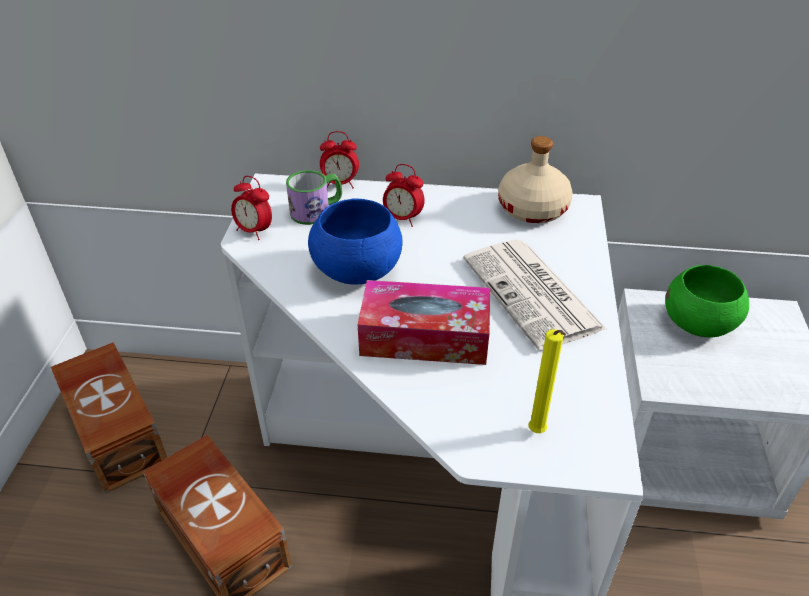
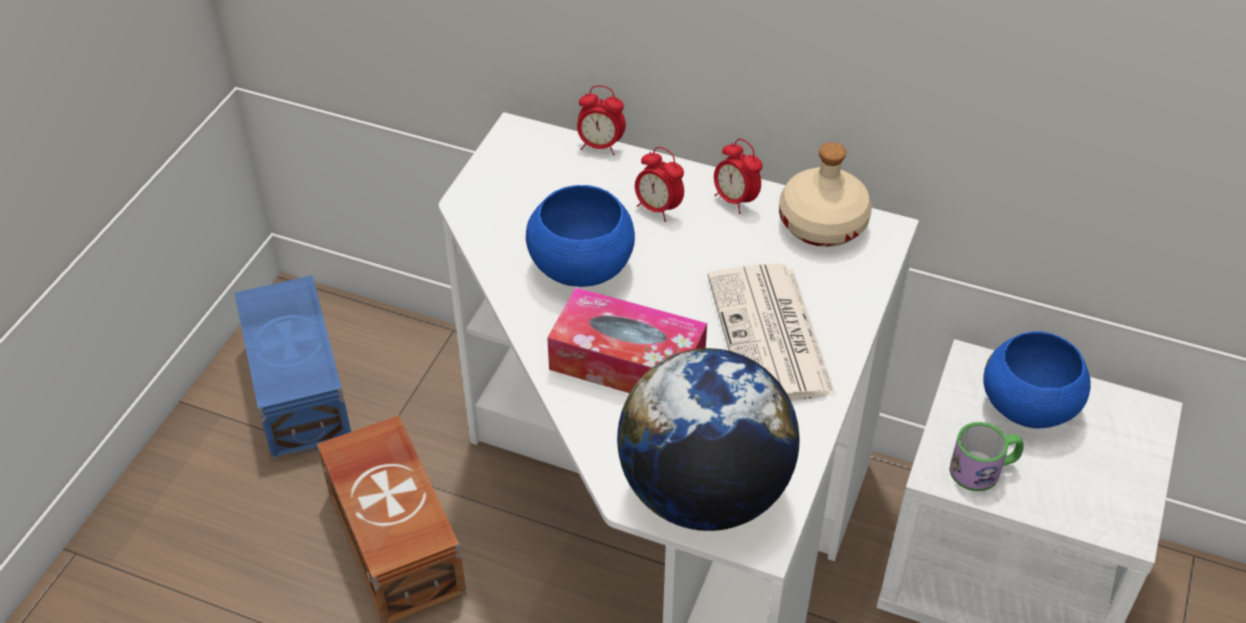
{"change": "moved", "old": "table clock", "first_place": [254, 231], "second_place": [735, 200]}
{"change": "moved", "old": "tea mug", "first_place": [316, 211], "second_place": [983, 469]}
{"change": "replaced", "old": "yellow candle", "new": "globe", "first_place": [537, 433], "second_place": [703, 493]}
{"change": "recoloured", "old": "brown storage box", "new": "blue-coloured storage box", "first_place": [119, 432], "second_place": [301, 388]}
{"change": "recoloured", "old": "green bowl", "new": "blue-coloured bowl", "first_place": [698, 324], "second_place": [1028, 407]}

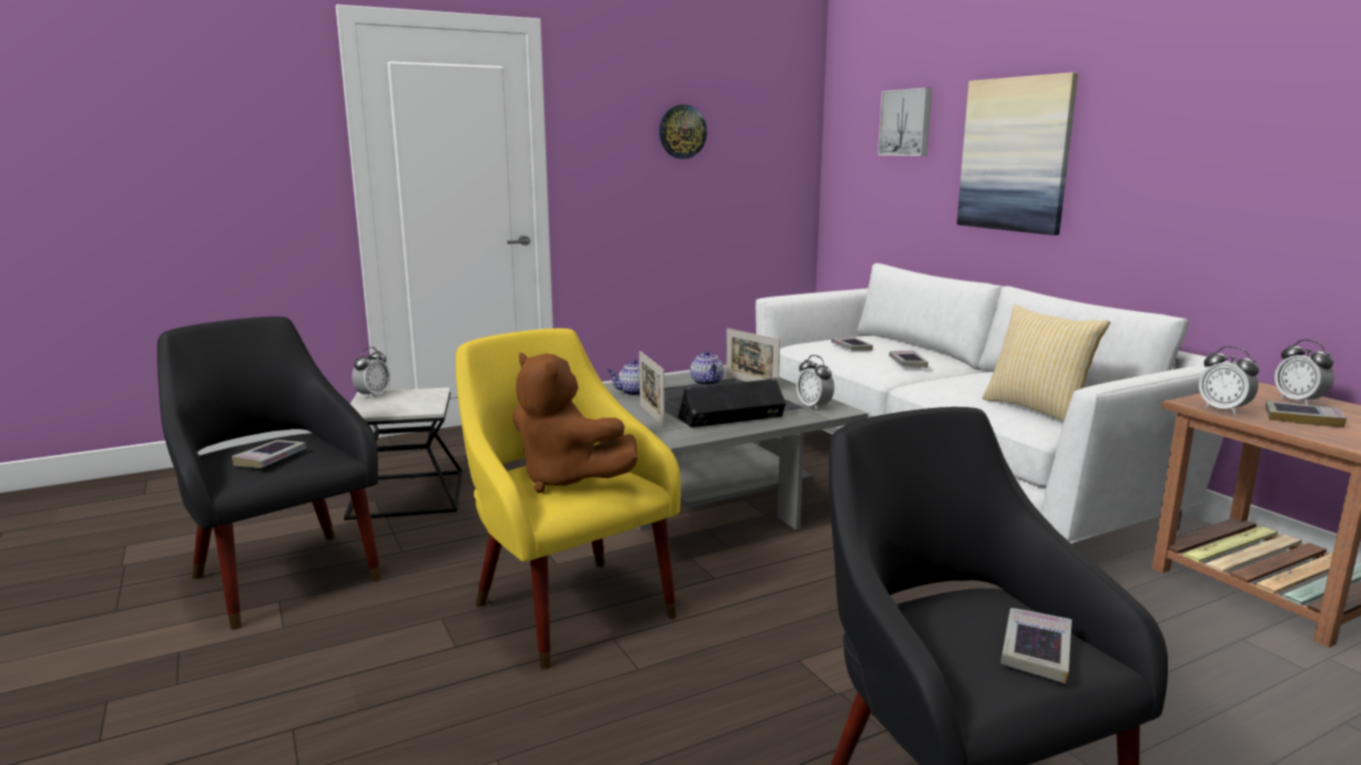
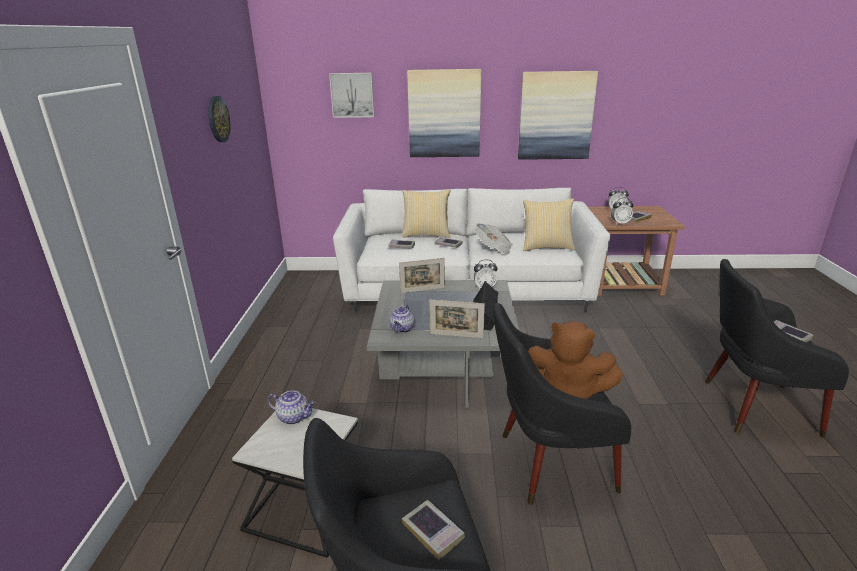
{"change": "removed", "old": "table clock", "first_place": [373, 396]}
{"change": "added", "new": "pillow", "second_place": [426, 235]}
{"change": "added", "new": "daily paper", "second_place": [494, 248]}
{"change": "added", "new": "picture", "second_place": [555, 116]}
{"change": "moved", "old": "pot for tea", "first_place": [707, 383], "second_place": [294, 417]}
{"change": "recoloured", "old": "yellow lounge chair", "new": "blackish lounge chair", "first_place": [568, 603], "second_place": [548, 462]}
{"change": "turned", "old": "brown soft toy", "first_place": [566, 480], "second_place": [568, 391], "degrees": 45}

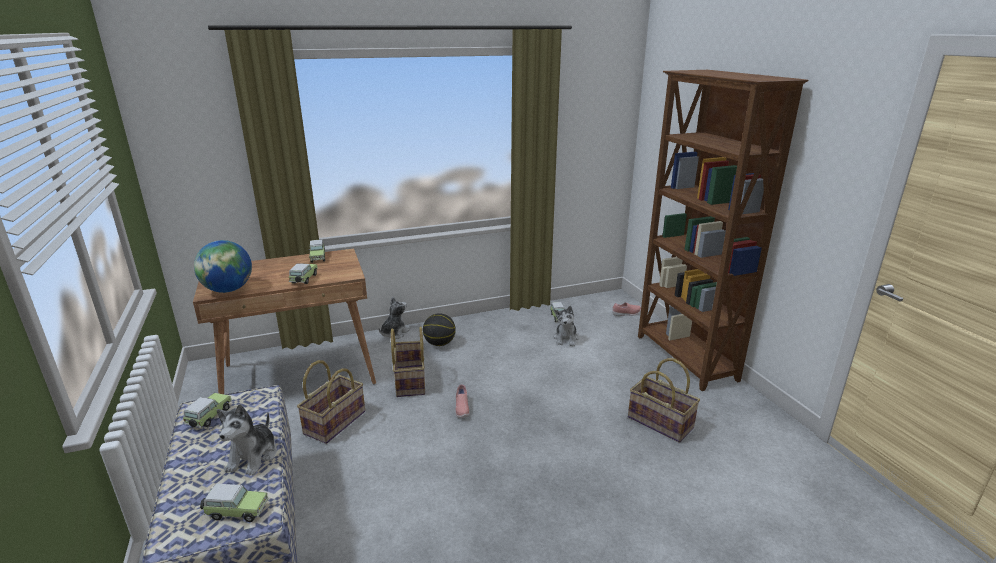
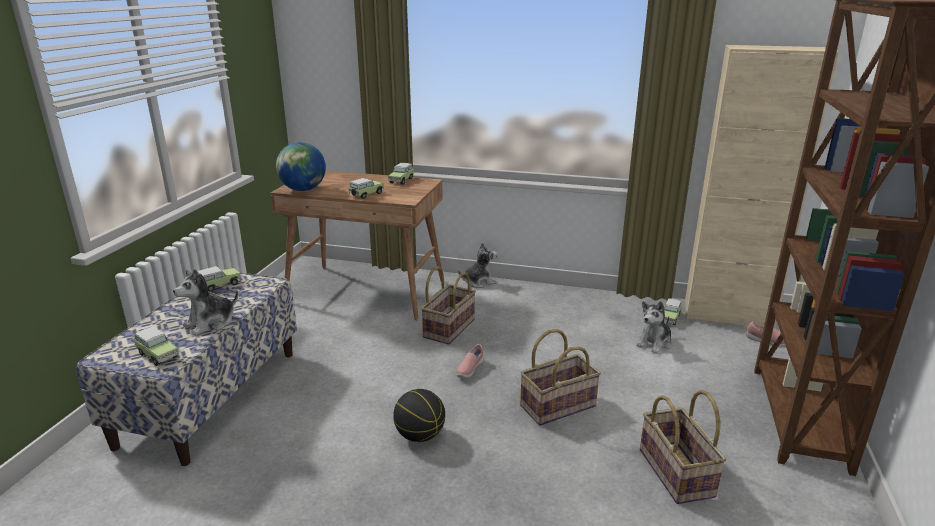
{"change": "added", "new": "beige storage cabinet", "second_place": [728, 315]}
{"change": "moved", "old": "household basket", "first_place": [334, 422], "second_place": [557, 405]}
{"change": "moved", "old": "ball for basketball", "first_place": [439, 343], "second_place": [420, 436]}

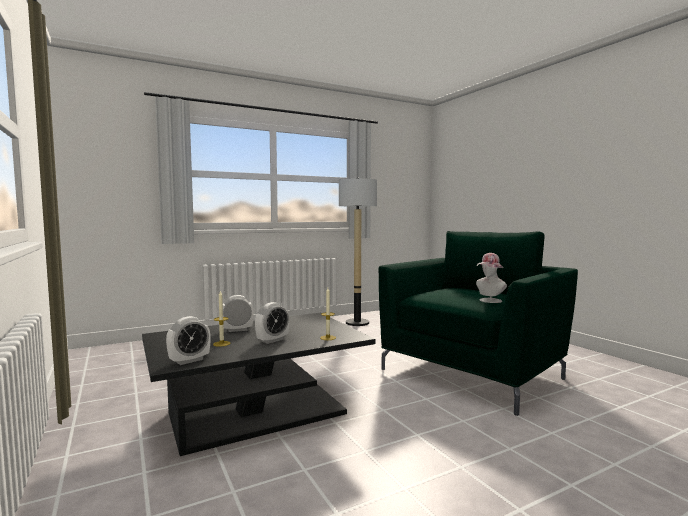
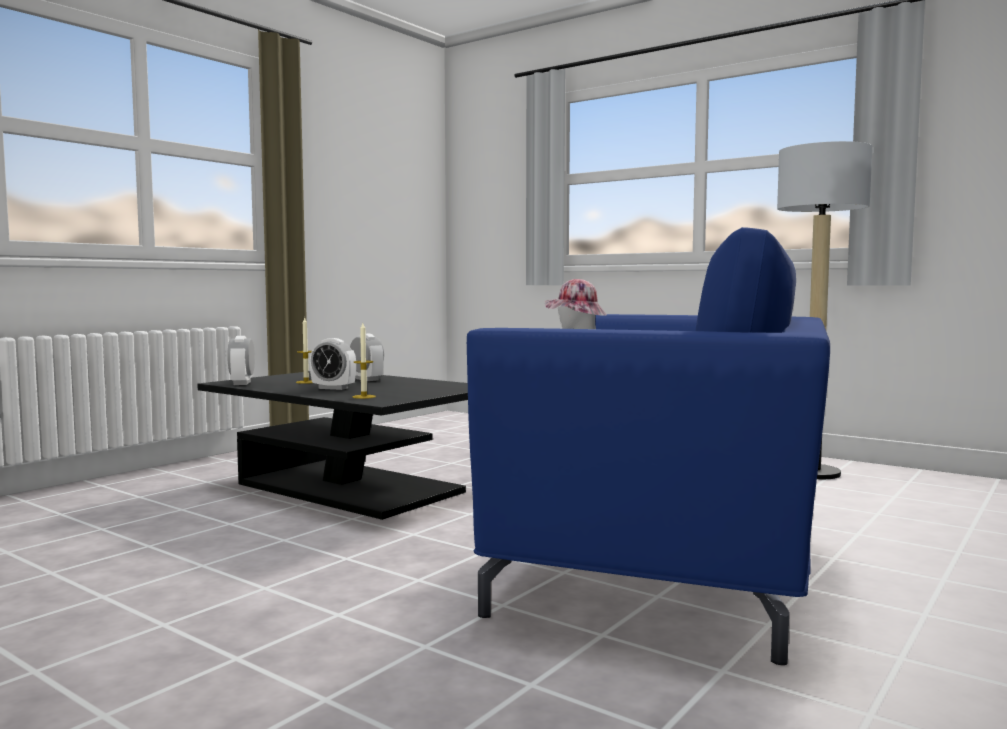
{"change": "recoloured", "old": "green lounge chair", "new": "blue-coloured lounge chair", "first_place": [473, 373], "second_place": [664, 573]}
{"change": "turned", "old": "table clock", "first_place": [189, 360], "second_place": [242, 383], "degrees": 60}

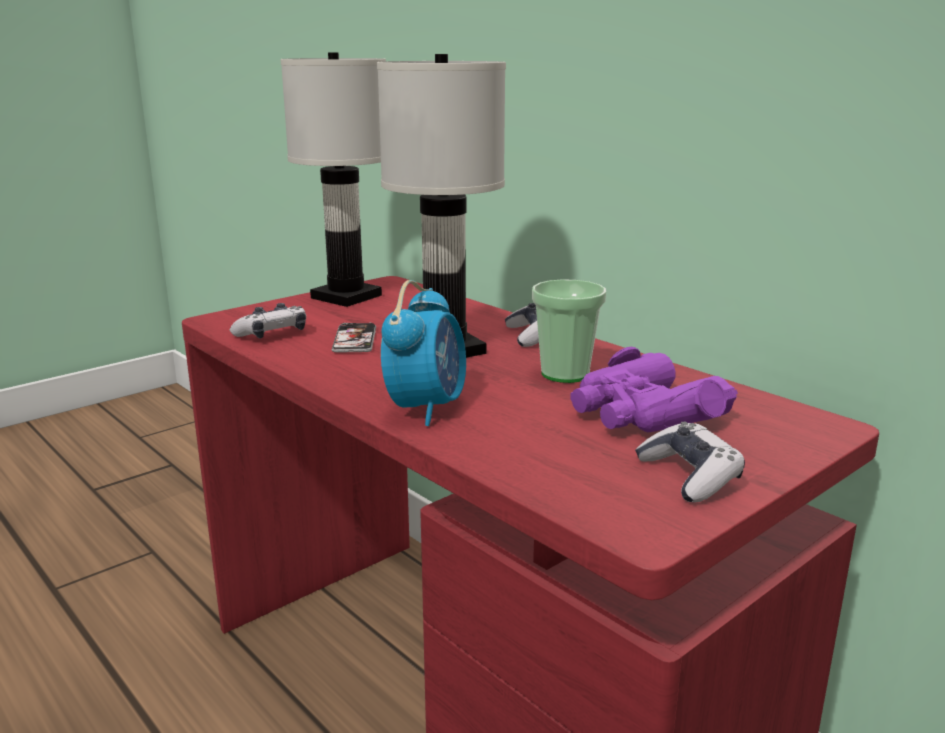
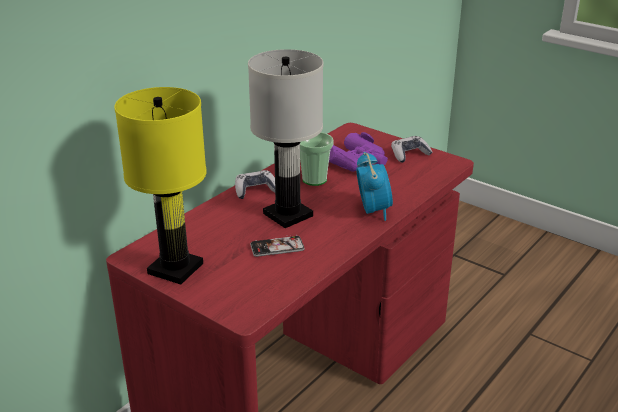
{"change": "removed", "old": "game controller", "first_place": [272, 334]}
{"change": "recoloured", "old": "white-coloured tabletop lamp", "new": "yellow tabletop lamp", "first_place": [346, 296], "second_place": [174, 269]}
{"change": "turned", "old": "table clock", "first_place": [427, 408], "second_place": [373, 210], "degrees": 75}

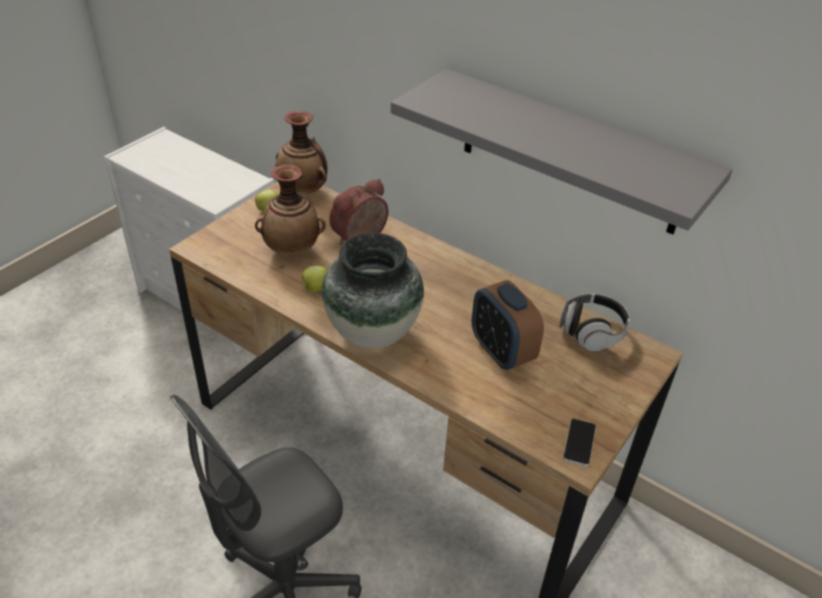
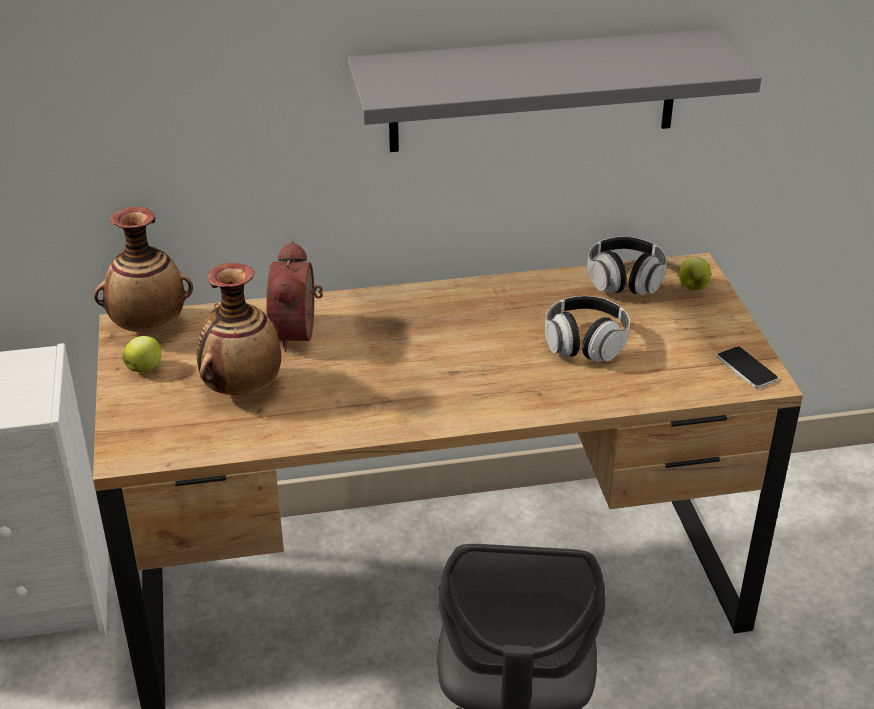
{"change": "removed", "old": "vase", "first_place": [373, 333]}
{"change": "moved", "old": "whole apple", "first_place": [315, 288], "second_place": [692, 287]}
{"change": "replaced", "old": "table clock", "new": "headphones", "first_place": [501, 352], "second_place": [585, 343]}

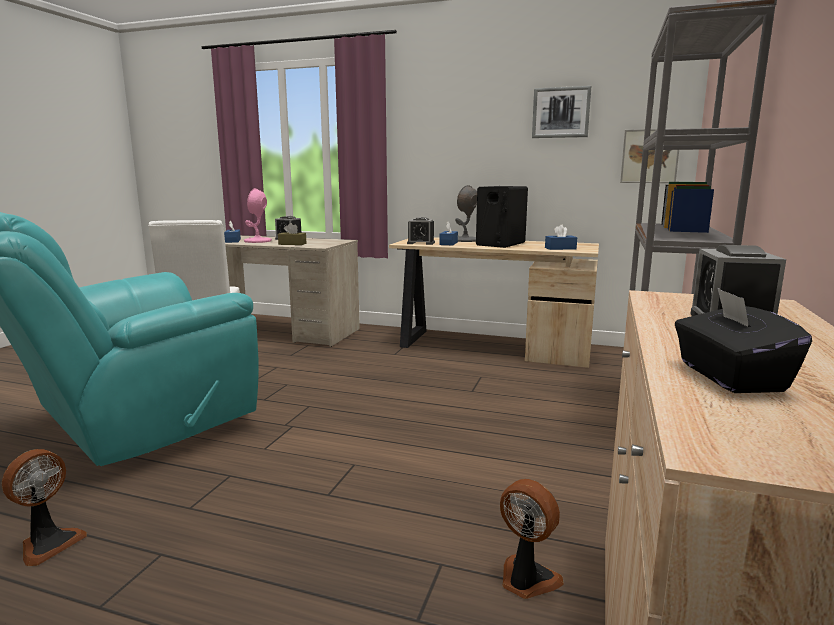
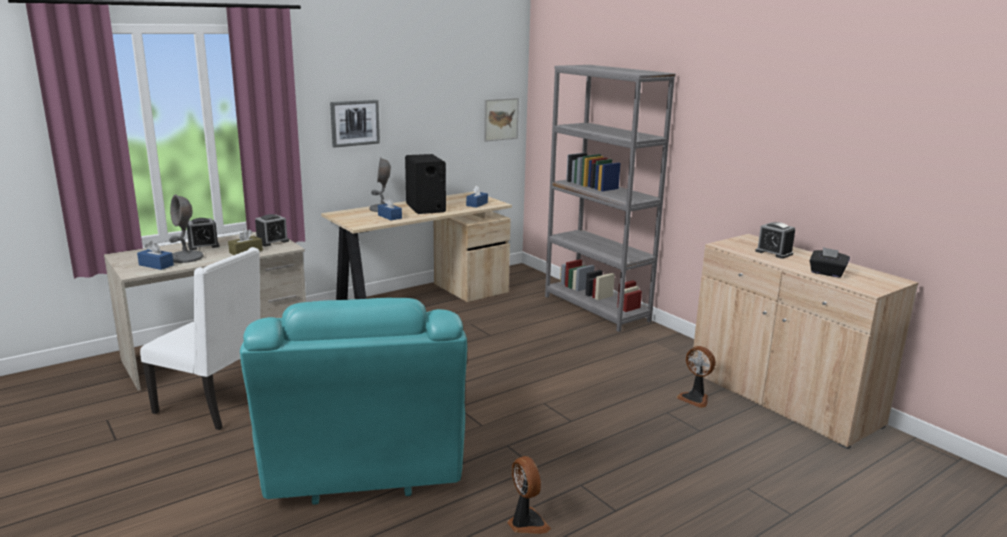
{"change": "moved", "old": "table clock", "first_place": [421, 243], "second_place": [272, 241]}
{"change": "moved", "old": "picture", "first_place": [561, 112], "second_place": [354, 123]}
{"change": "recoloured", "old": "pink-coloured tabletop lamp", "new": "grey tabletop lamp", "first_place": [257, 241], "second_place": [186, 257]}
{"change": "turned", "old": "fan", "first_place": [526, 580], "second_place": [695, 398], "degrees": -120}

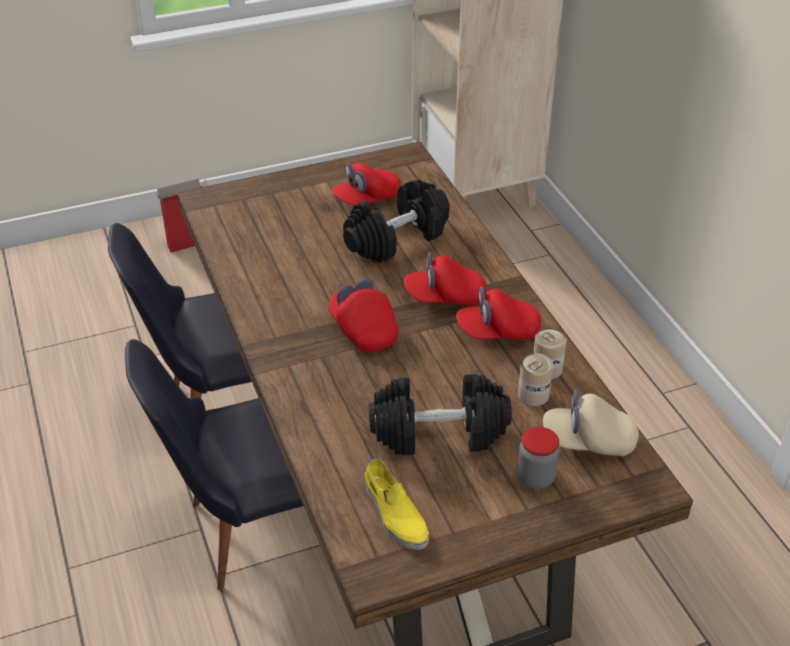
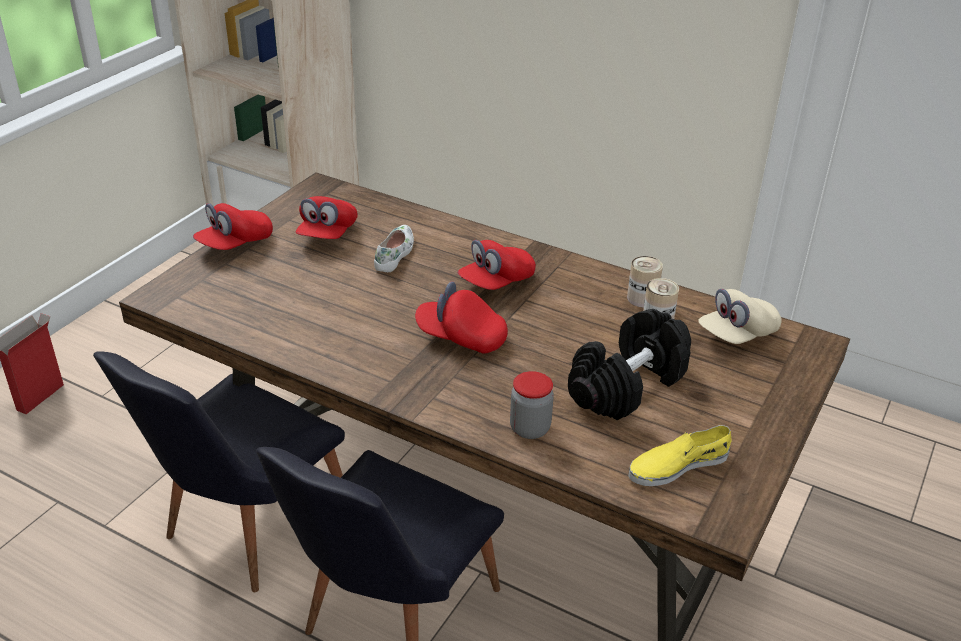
{"change": "moved", "old": "reddish peaked cap", "first_place": [497, 332], "second_place": [235, 244]}
{"change": "moved", "old": "jar", "first_place": [535, 478], "second_place": [530, 428]}
{"change": "replaced", "old": "blackish hand weight", "new": "white-coloured item of footwear", "first_place": [396, 238], "second_place": [395, 254]}
{"change": "turned", "old": "yellow item of footwear", "first_place": [395, 514], "second_place": [677, 465], "degrees": 135}

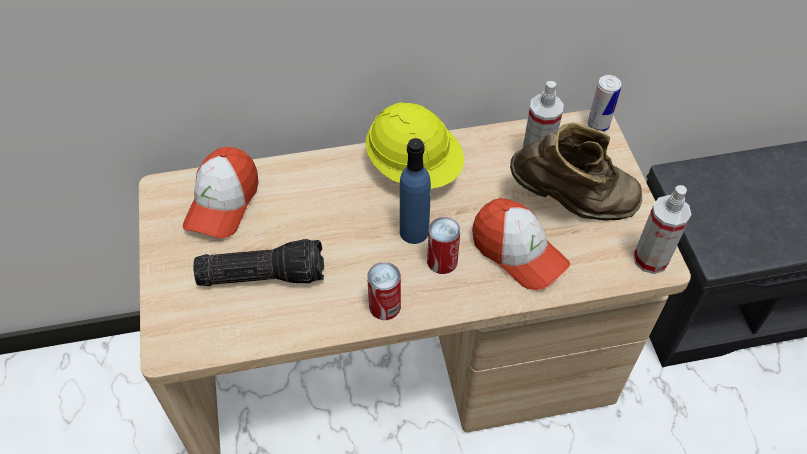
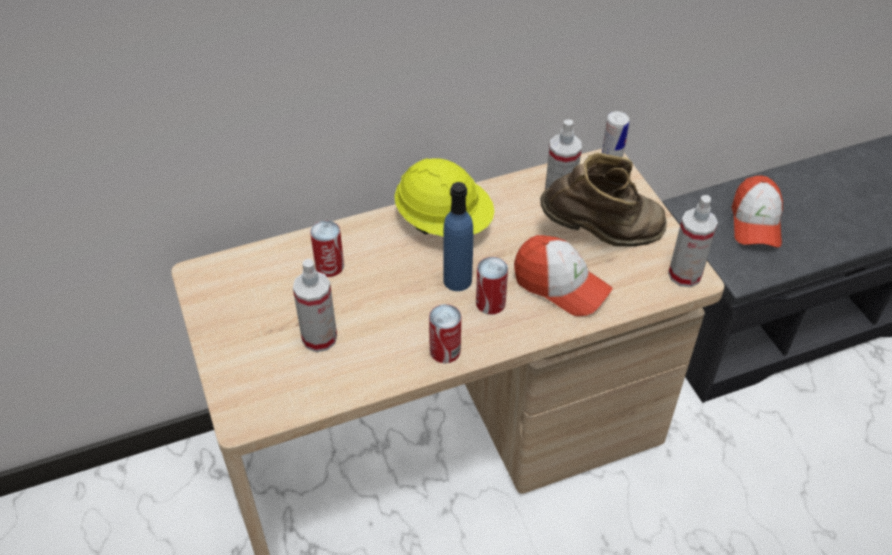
{"change": "added", "new": "can", "second_place": [329, 266]}
{"change": "moved", "old": "peaked cap", "first_place": [223, 203], "second_place": [755, 223]}
{"change": "replaced", "old": "hand torch", "new": "sprayer", "first_place": [263, 274], "second_place": [319, 338]}

